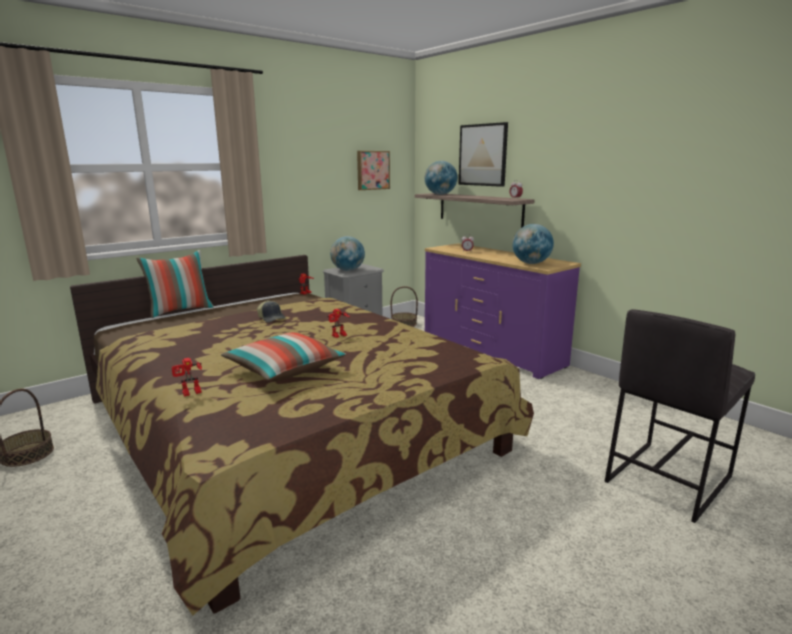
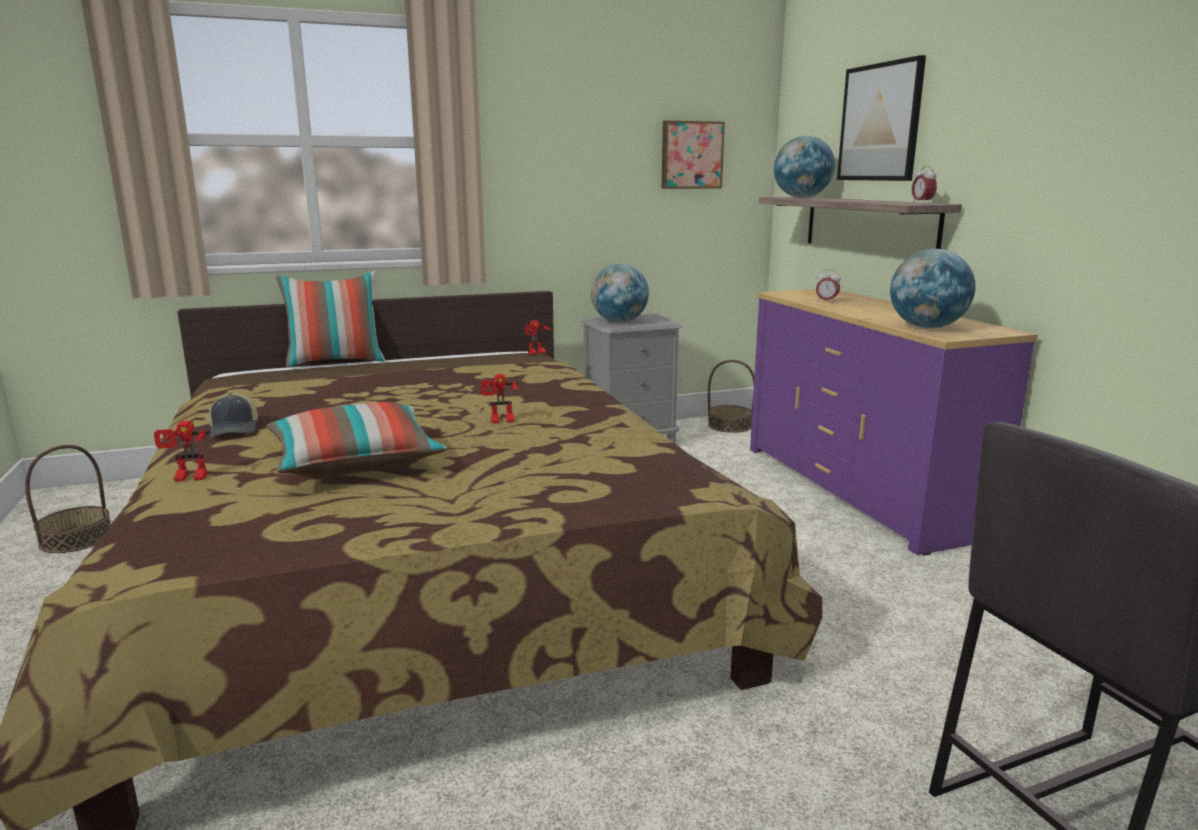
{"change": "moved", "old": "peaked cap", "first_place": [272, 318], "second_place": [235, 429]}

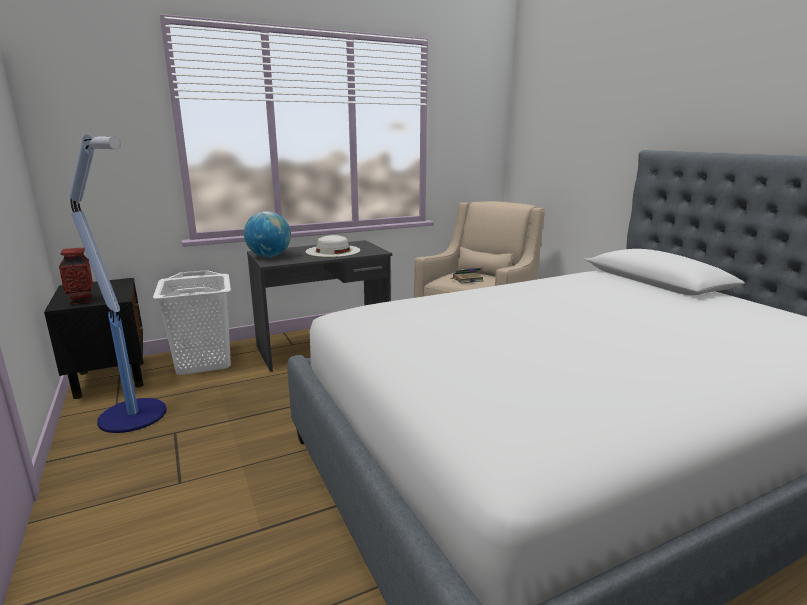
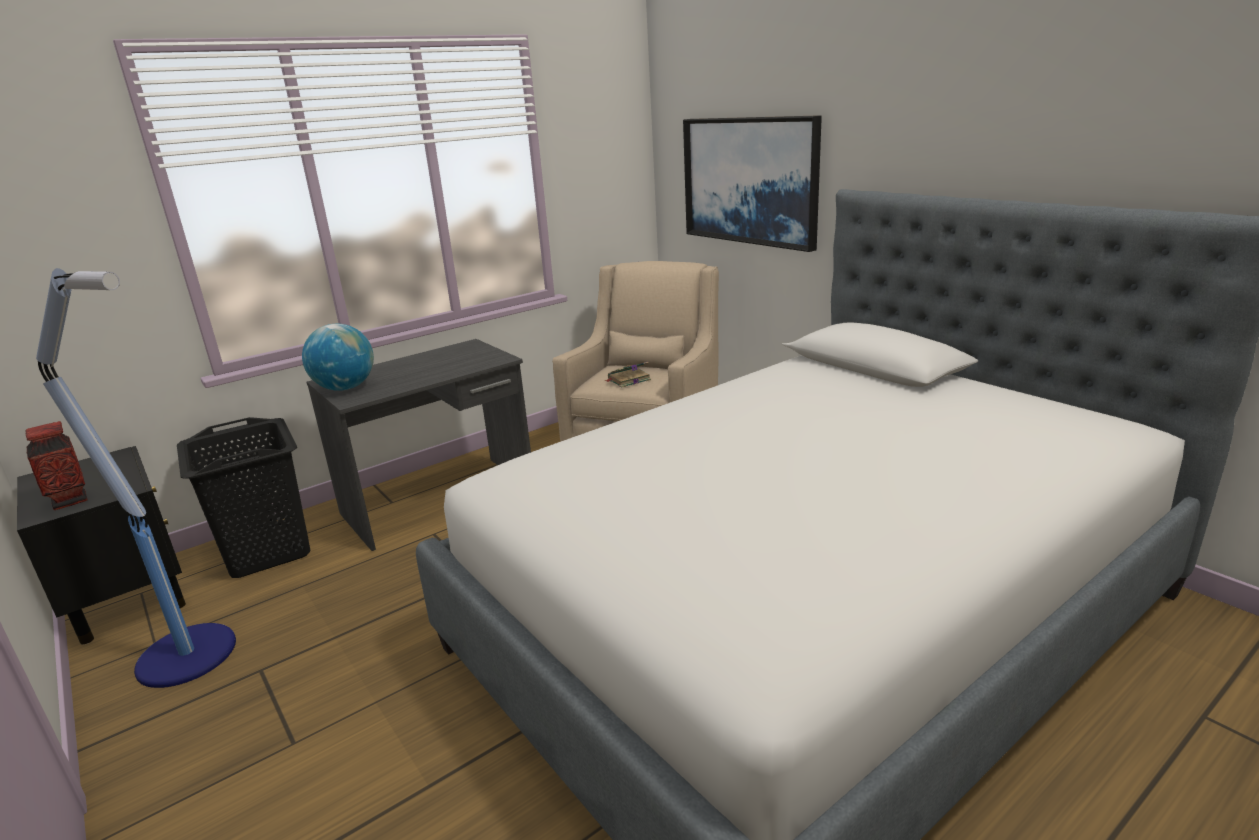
{"change": "removed", "old": "white-coloured clothing hat", "first_place": [333, 251]}
{"change": "added", "new": "picture", "second_place": [750, 180]}
{"change": "recoloured", "old": "white-coloured laundry basket", "new": "blackish laundry basket", "first_place": [203, 362], "second_place": [267, 552]}

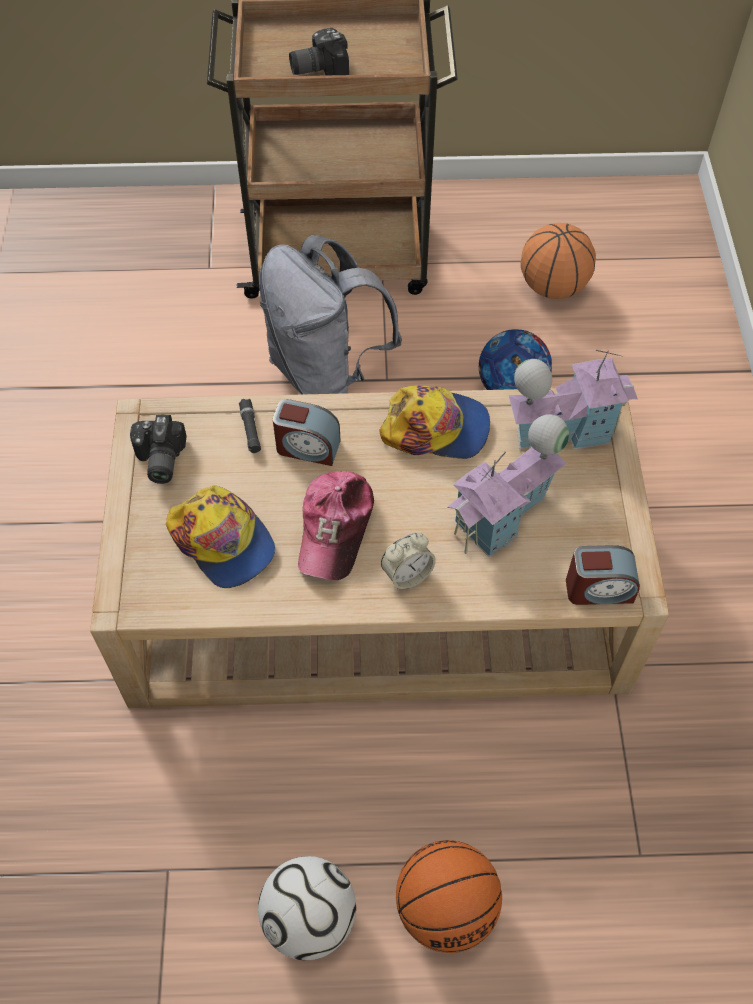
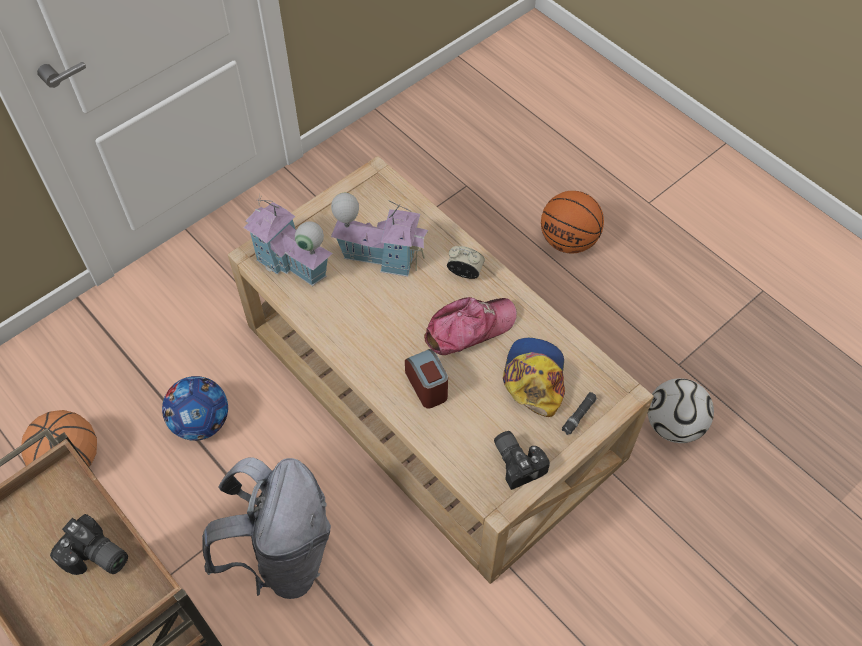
{"change": "removed", "old": "peaked cap", "first_place": [436, 428]}
{"change": "removed", "old": "table clock", "first_place": [599, 589]}
{"change": "moved", "old": "blackish hand torch", "first_place": [250, 429], "second_place": [578, 415]}
{"change": "moved", "old": "ball for football", "first_place": [309, 918], "second_place": [674, 425]}
{"change": "turned", "old": "photo camera", "first_place": [158, 460], "second_place": [518, 461], "degrees": -75}

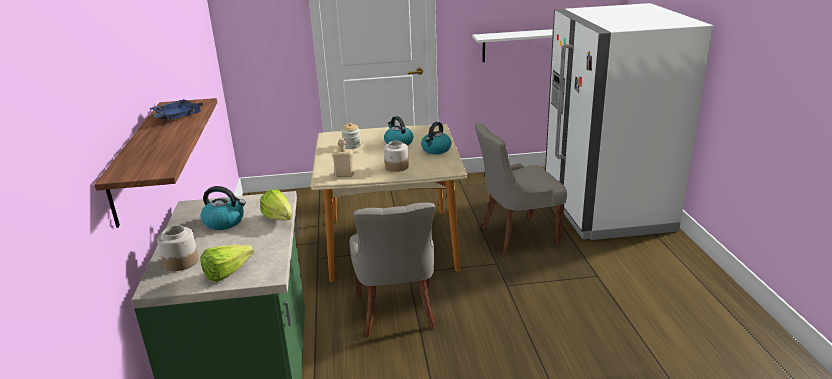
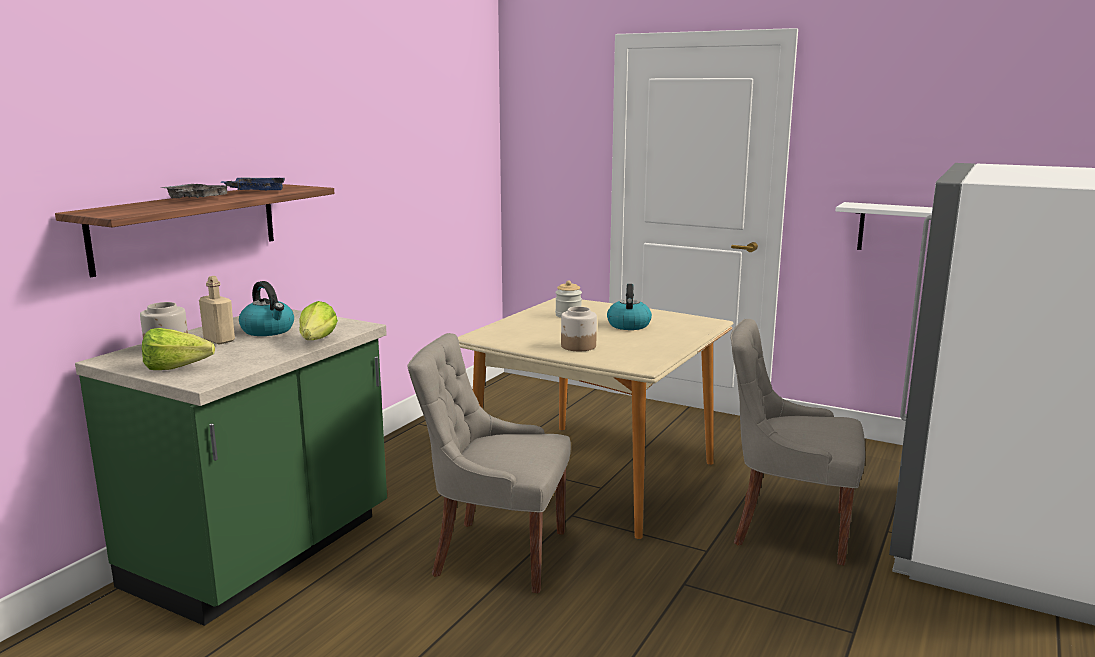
{"change": "removed", "old": "kettle", "first_place": [436, 150]}
{"change": "added", "new": "grey carrying tray", "second_place": [196, 199]}
{"change": "moved", "old": "beige bottle", "first_place": [344, 175], "second_place": [219, 340]}
{"change": "turned", "old": "grey chair", "first_place": [397, 312], "second_place": [496, 553], "degrees": 75}

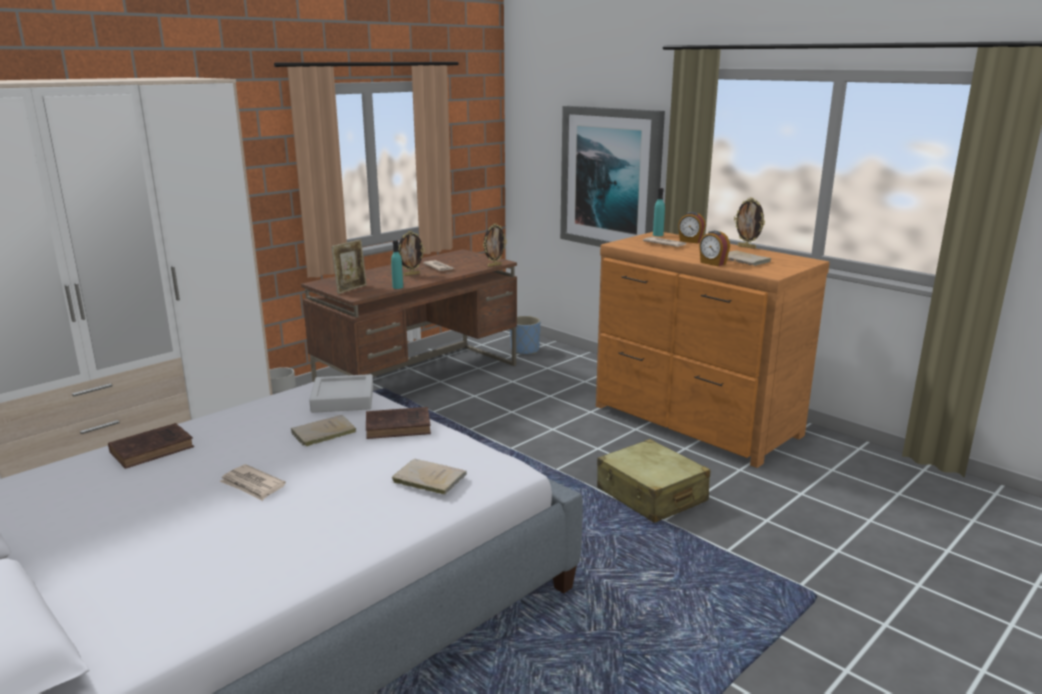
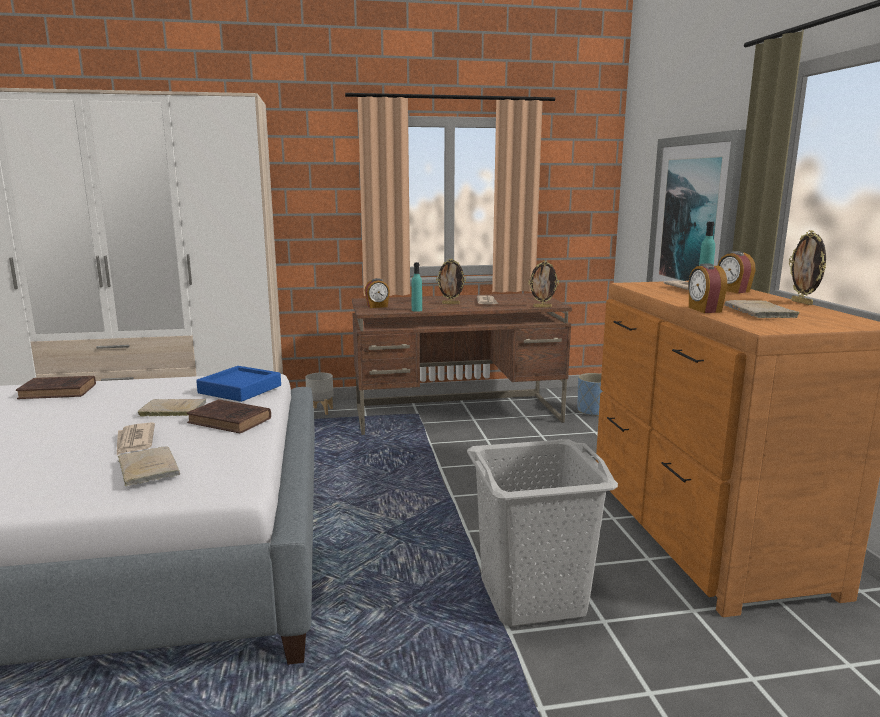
{"change": "moved", "old": "daily paper", "first_place": [252, 485], "second_place": [134, 441]}
{"change": "replaced", "old": "standing frame", "new": "table clock", "first_place": [351, 289], "second_place": [377, 306]}
{"change": "replaced", "old": "beige travel case", "new": "grey laundry basket", "first_place": [651, 495], "second_place": [533, 597]}
{"change": "recoloured", "old": "grey carrying tray", "new": "blue-coloured carrying tray", "first_place": [343, 399], "second_place": [240, 389]}

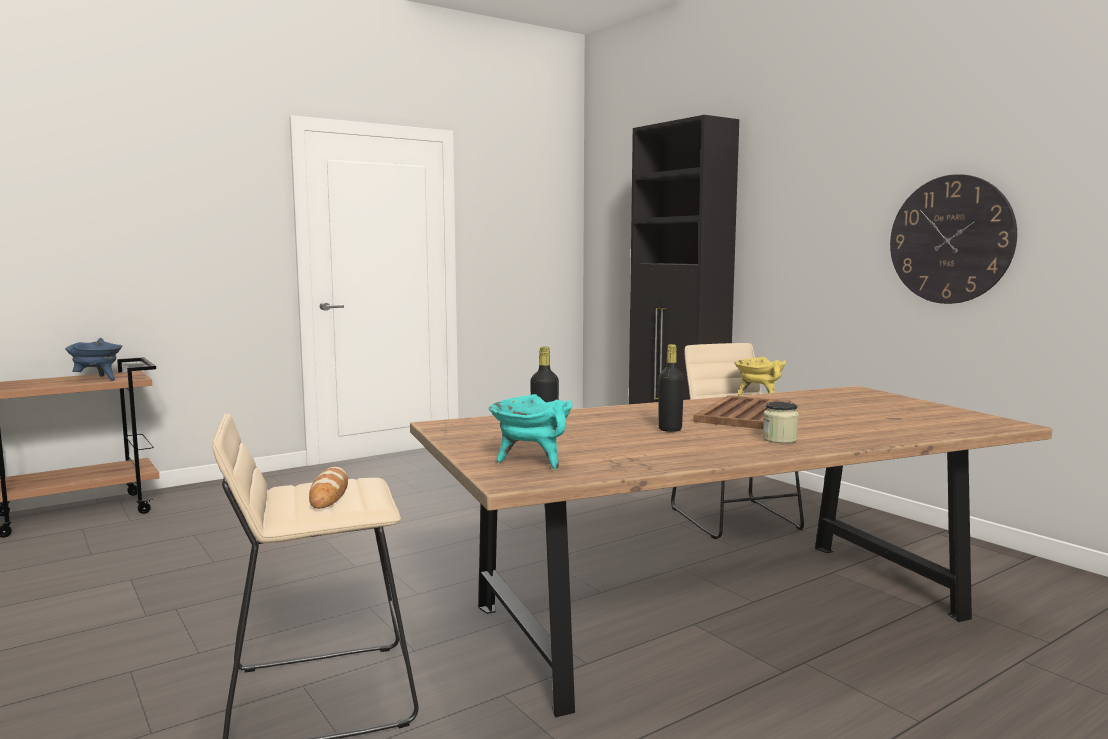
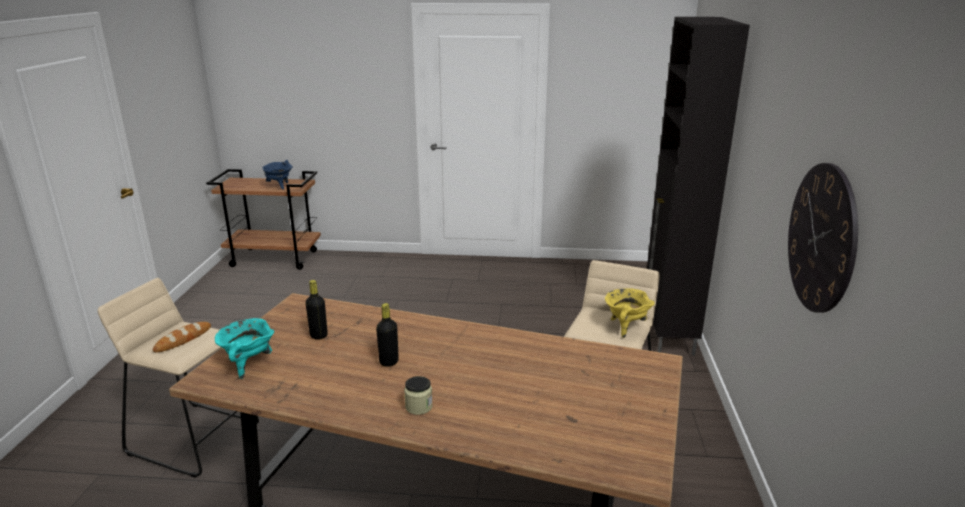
{"change": "removed", "old": "brown carrying tray", "first_place": [743, 414]}

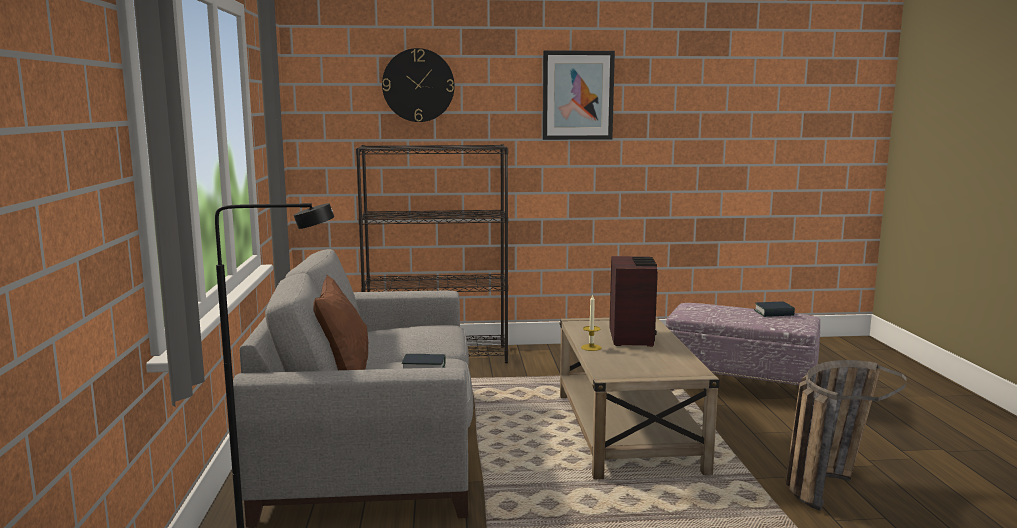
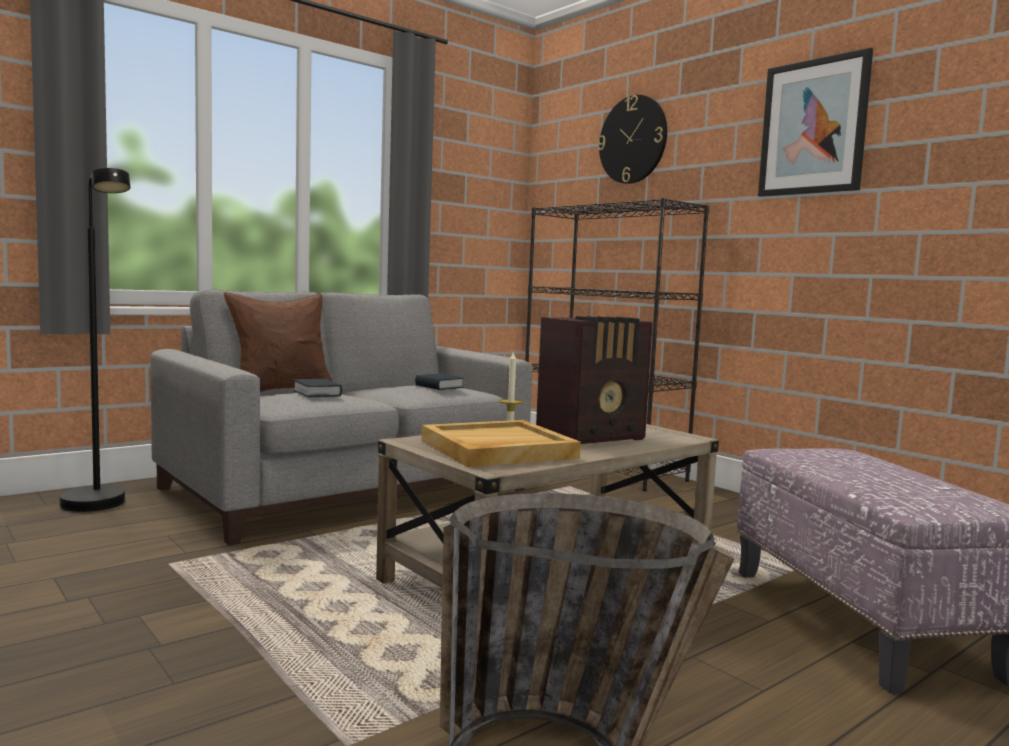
{"change": "added", "new": "beige carrying tray", "second_place": [497, 449]}
{"change": "moved", "old": "bound book", "first_place": [773, 313], "second_place": [439, 387]}

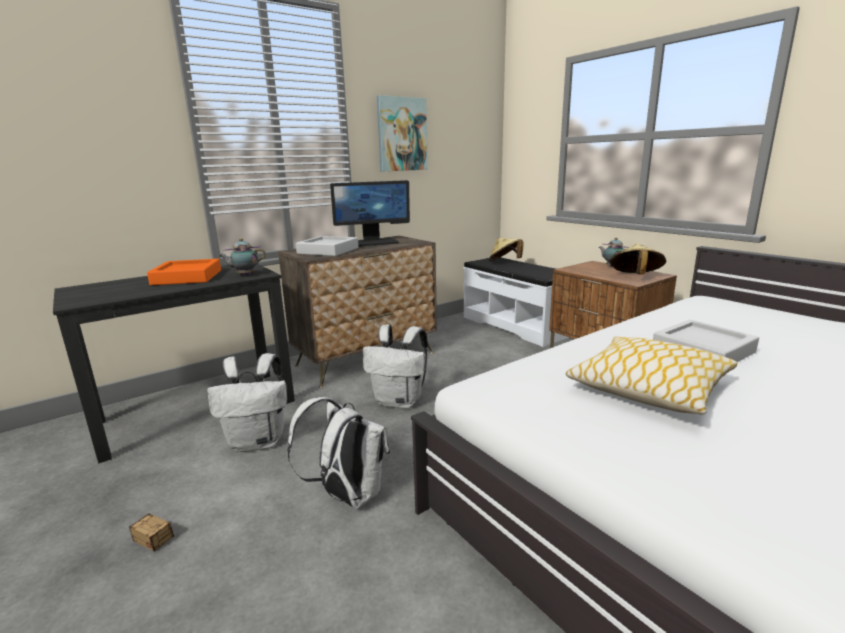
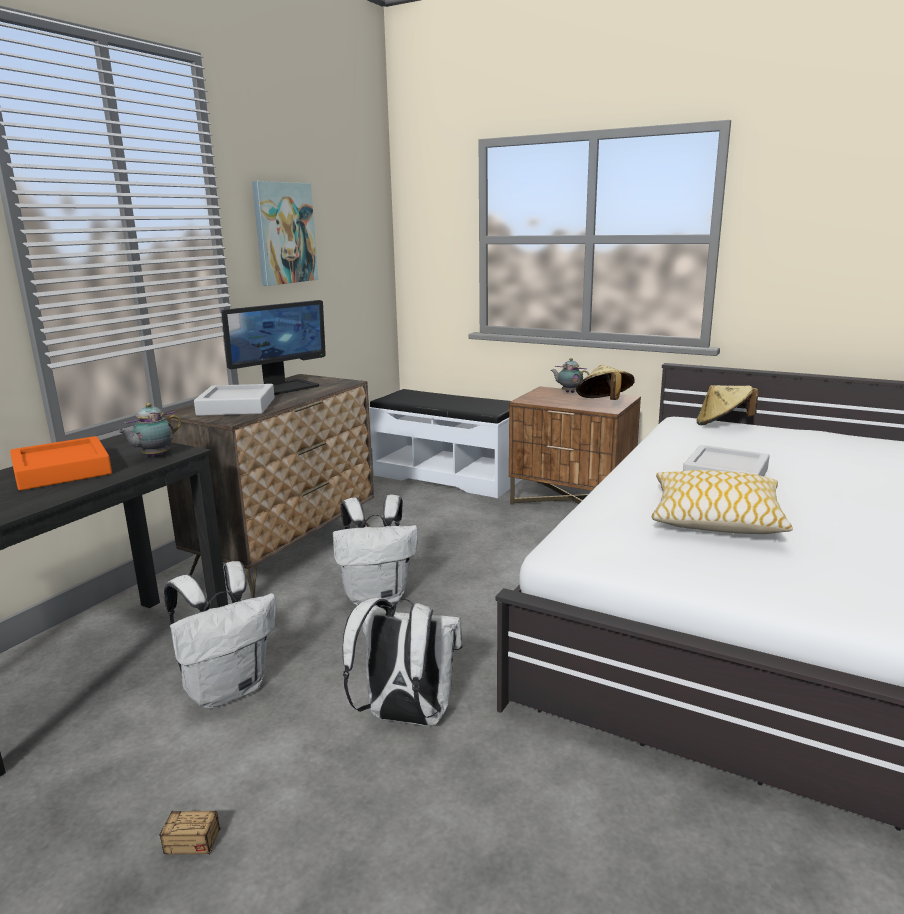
{"change": "moved", "old": "beige clothing hat", "first_place": [505, 262], "second_place": [722, 424]}

